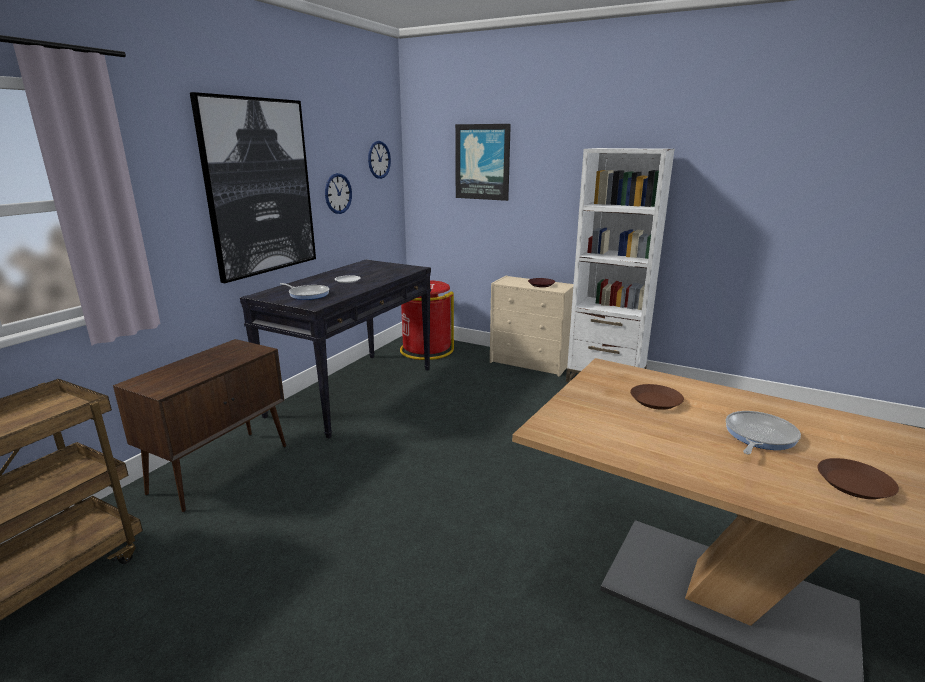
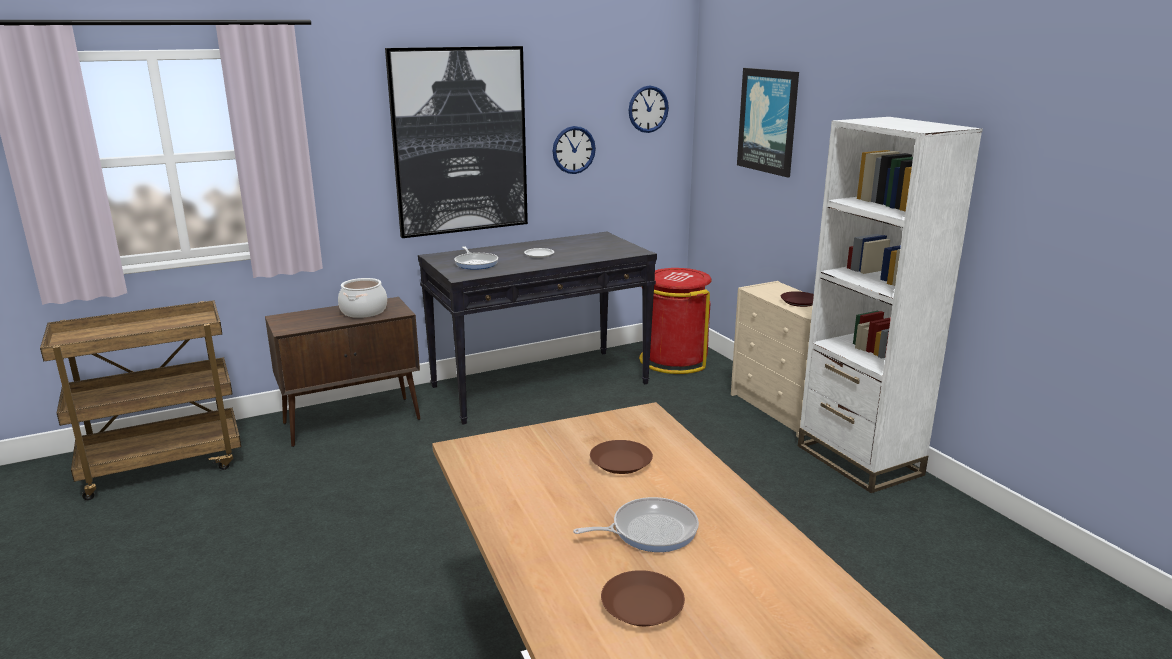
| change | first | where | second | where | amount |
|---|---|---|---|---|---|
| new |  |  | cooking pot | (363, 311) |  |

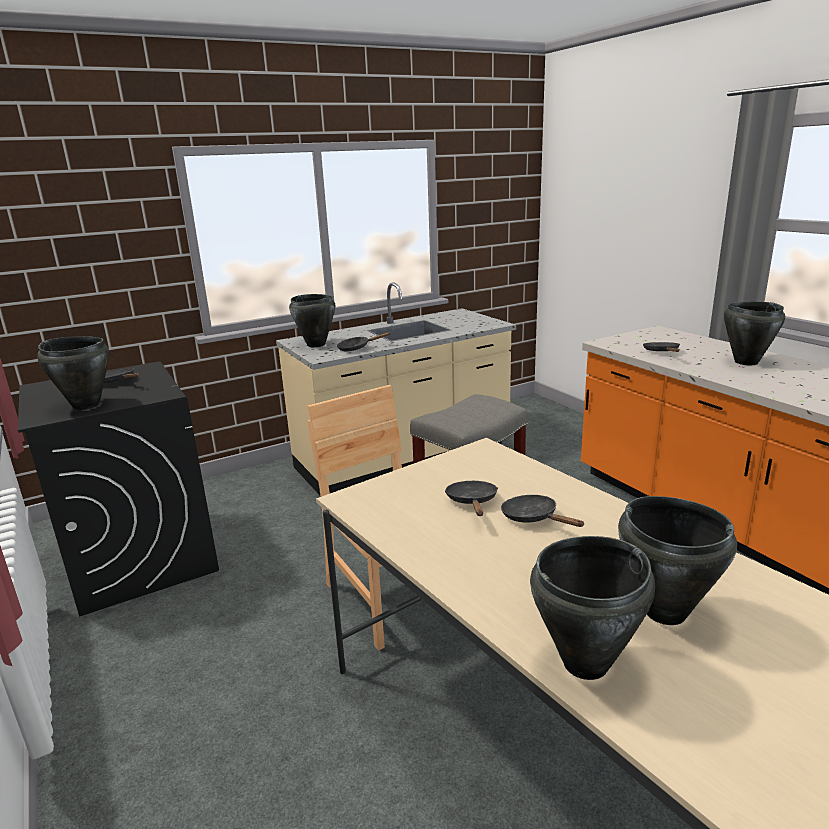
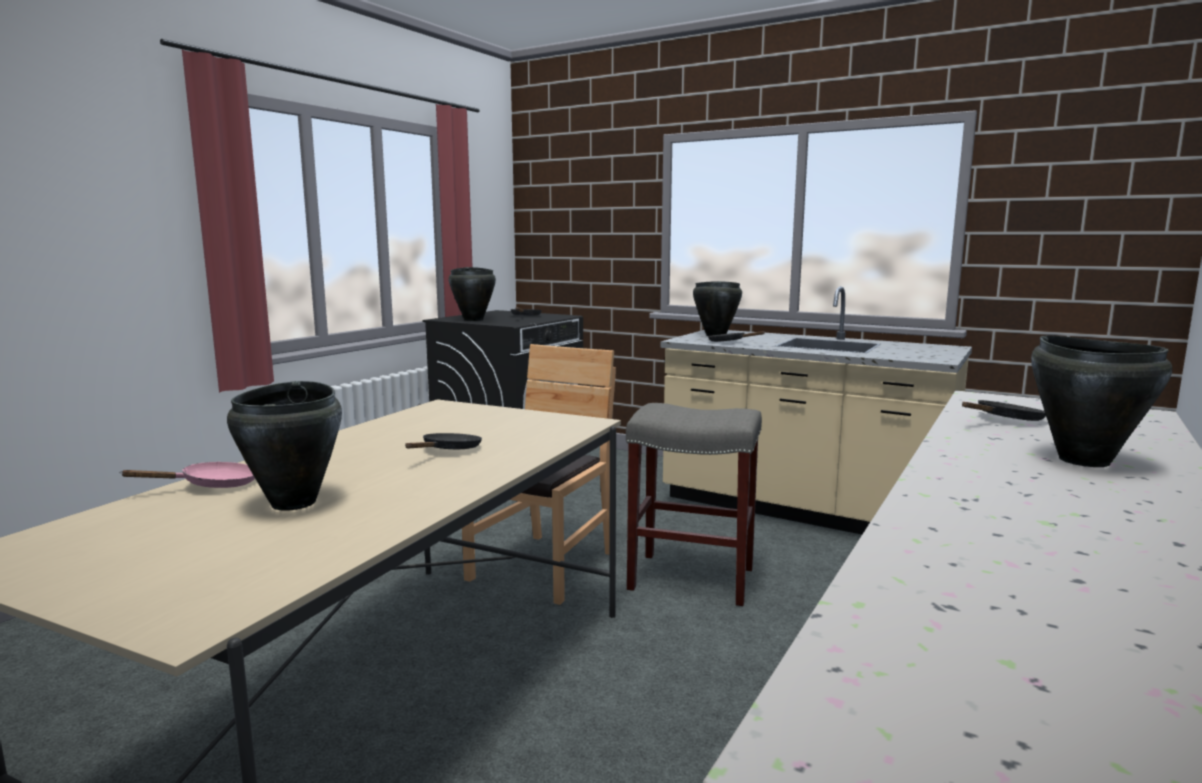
| change | first | where | second | where | amount |
|---|---|---|---|---|---|
| gone | black frying pan | (472, 502) |  |  |  |
| swapped | black cooking pot | (586, 664) | pink frying pan | (212, 485) |  |

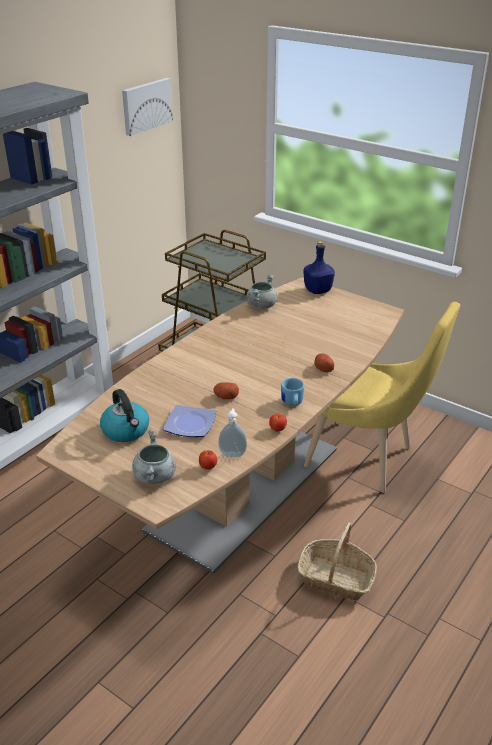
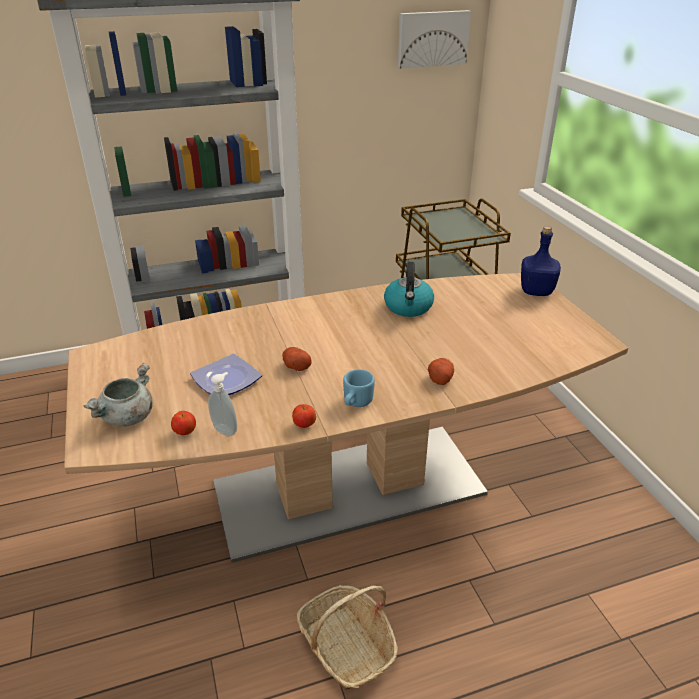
| change | first | where | second | where | amount |
|---|---|---|---|---|---|
| shifted | kettle | (126, 431) |  | (408, 307) |  |
| gone | grey cooking pot | (261, 305) |  |  |  |
| gone | yellow chair | (366, 459) |  |  |  |

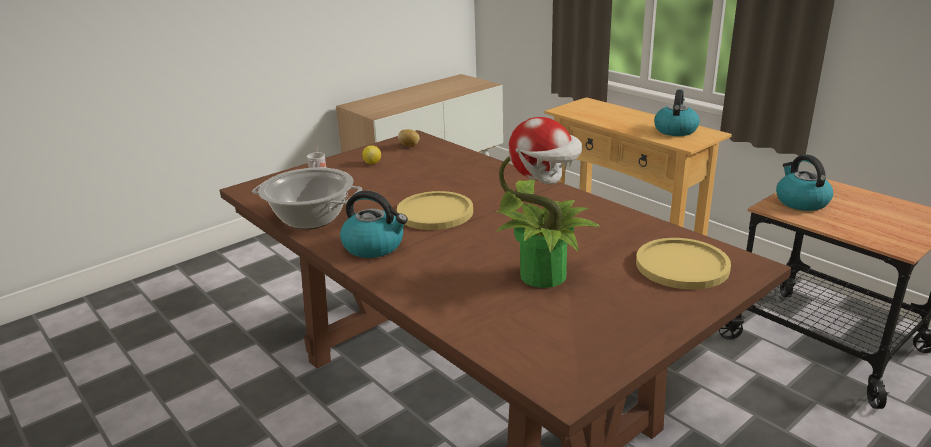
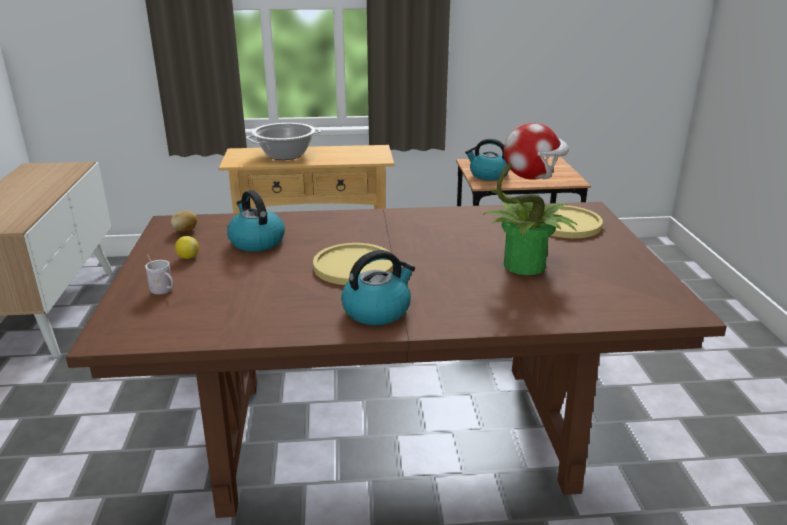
| change | first | where | second | where | amount |
|---|---|---|---|---|---|
| shifted | cooking pot | (311, 218) |  | (285, 155) |  |
| shifted | kettle | (675, 130) |  | (256, 242) |  |

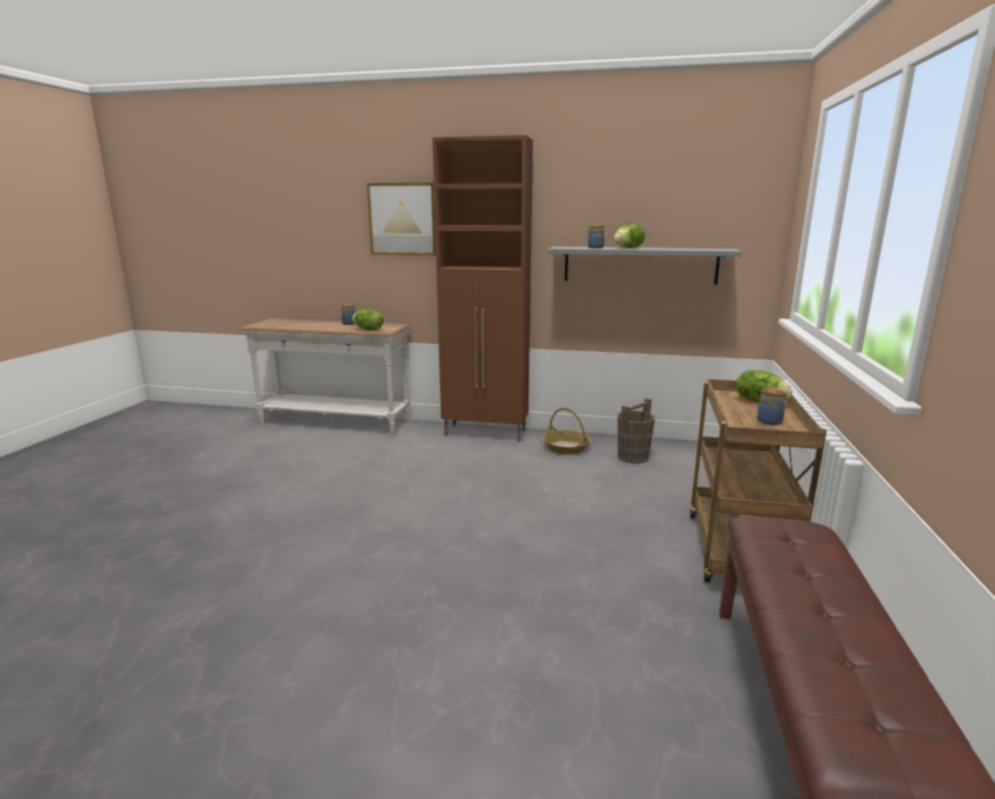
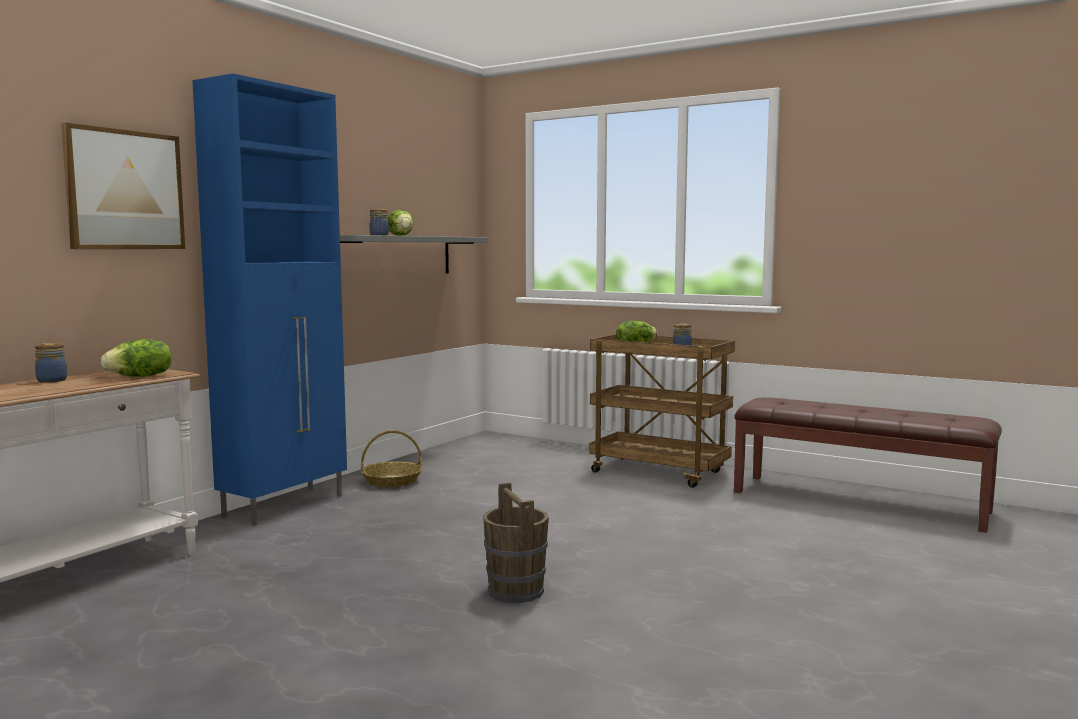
| change | first | where | second | where | amount |
|---|---|---|---|---|---|
| repainted | brown cabinet | (486, 433) | blue cabinet | (286, 505) |  |
| shifted | brown bucket | (633, 457) |  | (516, 591) |  |

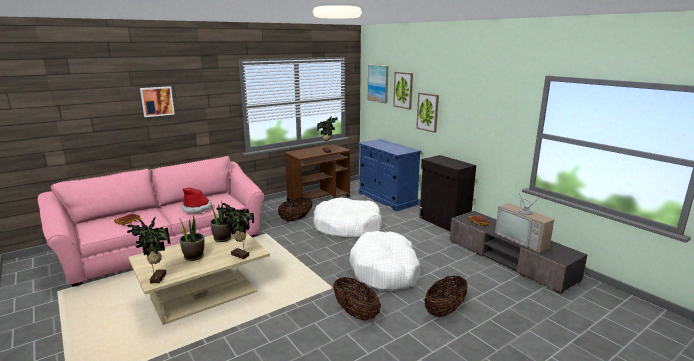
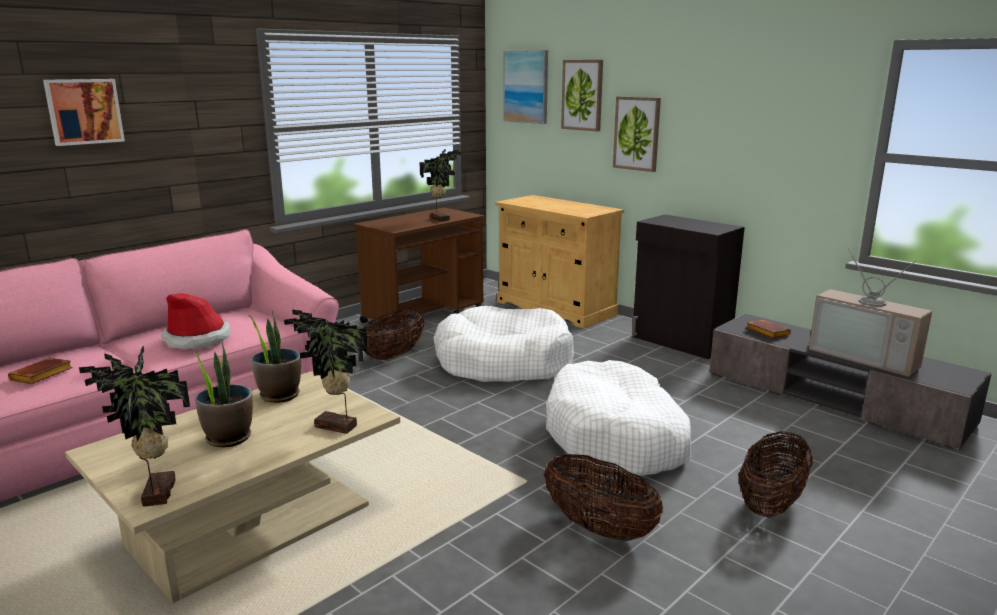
| change | first | where | second | where | amount |
|---|---|---|---|---|---|
| repainted | blue cabinet | (387, 199) | beige cabinet | (555, 308) |  |

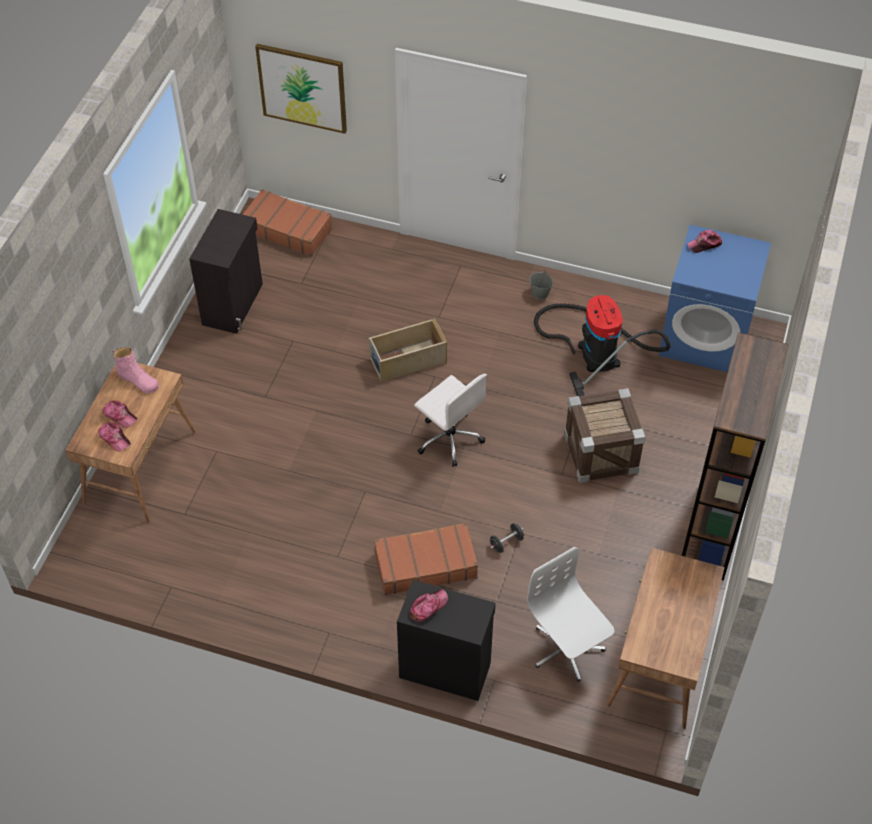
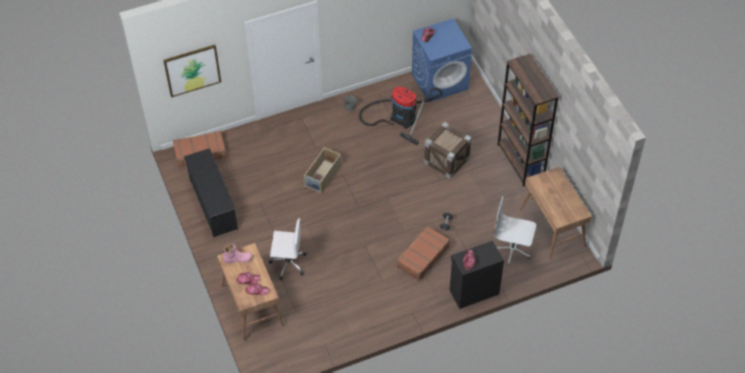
| change | first | where | second | where | amount |
|---|---|---|---|---|---|
| swapped | black cabinet | (234, 304) | black shoe rack | (213, 204) |  |
| shifted | white office chair | (449, 438) |  | (287, 263) |  |

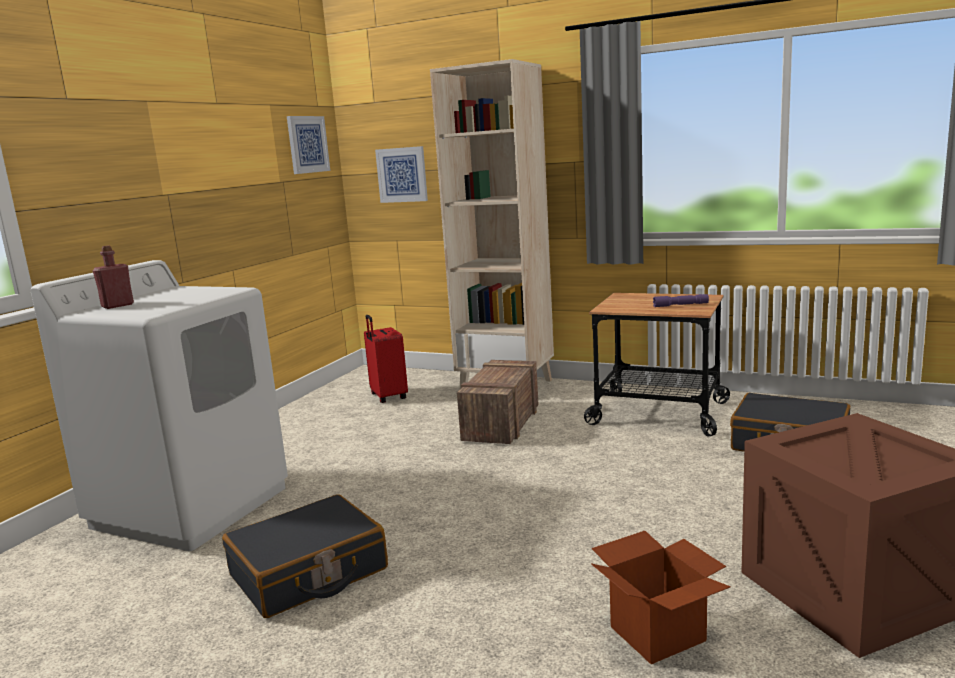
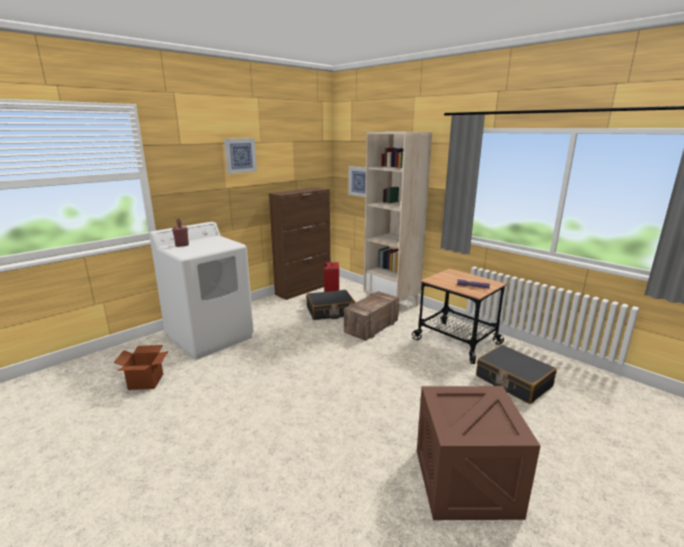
| change | first | where | second | where | amount |
|---|---|---|---|---|---|
| shifted | black suitcase | (308, 573) |  | (330, 311) |  |
| shifted | picture | (307, 144) |  | (240, 155) |  |
| shifted | cardboard box | (657, 634) |  | (145, 382) |  |
| new |  |  | brown cabinet | (304, 289) |  |

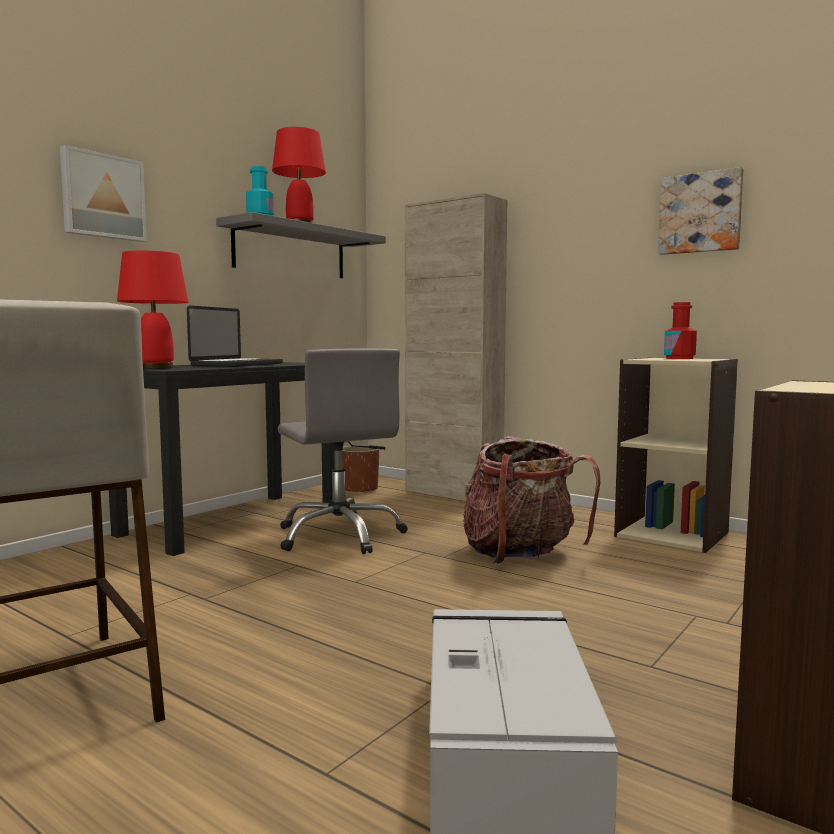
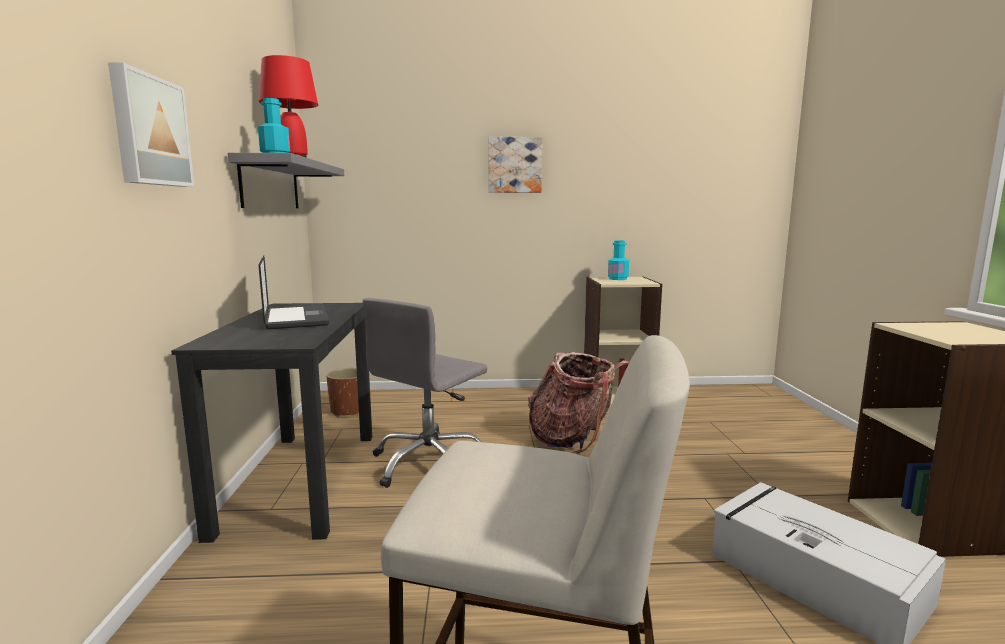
| change | first | where | second | where | amount |
|---|---|---|---|---|---|
| gone | red table lamp | (155, 368) |  |  |  |
| rotated | grey office chair | (340, 535) |  | (429, 463) | 105 degrees clockwise |
| gone | beige cabinet | (453, 494) |  |  |  |
| shifted | picture | (700, 213) |  | (514, 165) |  |
| repainted | red bottle | (679, 358) | turquoise bottle | (618, 279) |  |

